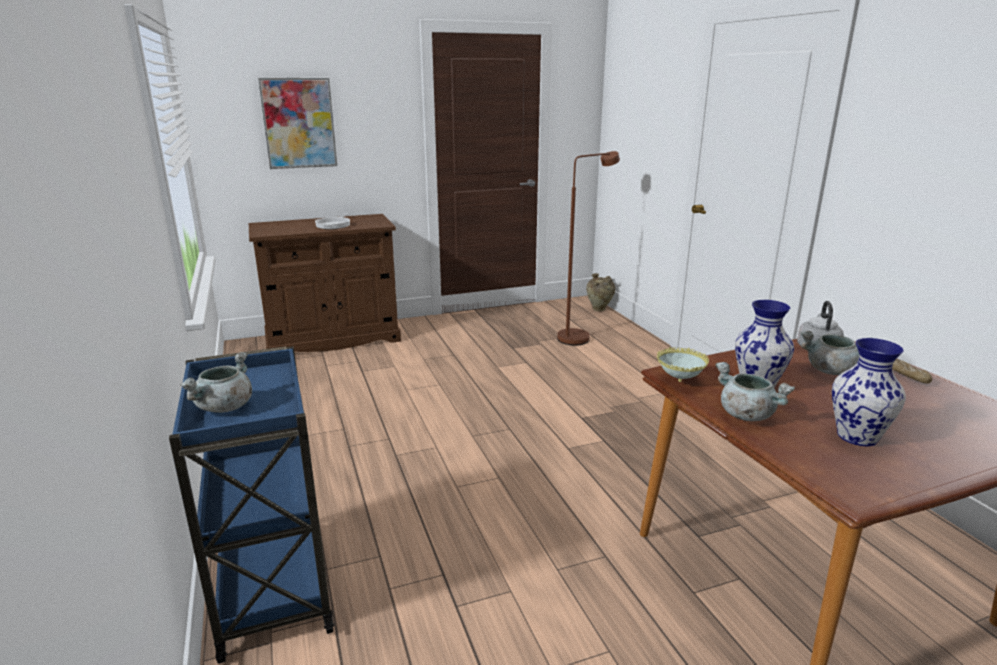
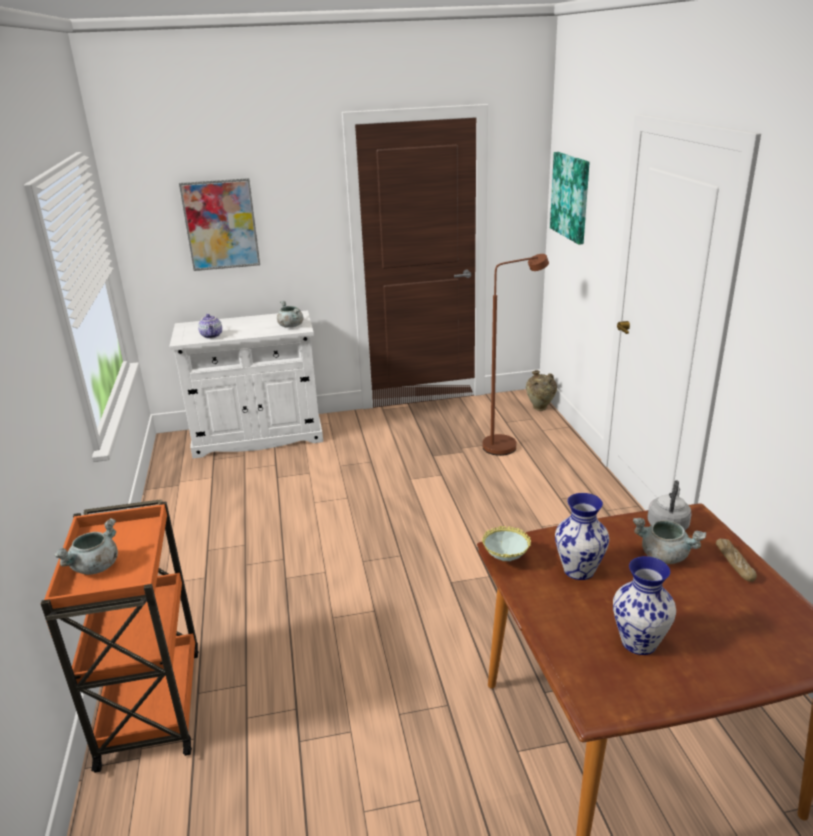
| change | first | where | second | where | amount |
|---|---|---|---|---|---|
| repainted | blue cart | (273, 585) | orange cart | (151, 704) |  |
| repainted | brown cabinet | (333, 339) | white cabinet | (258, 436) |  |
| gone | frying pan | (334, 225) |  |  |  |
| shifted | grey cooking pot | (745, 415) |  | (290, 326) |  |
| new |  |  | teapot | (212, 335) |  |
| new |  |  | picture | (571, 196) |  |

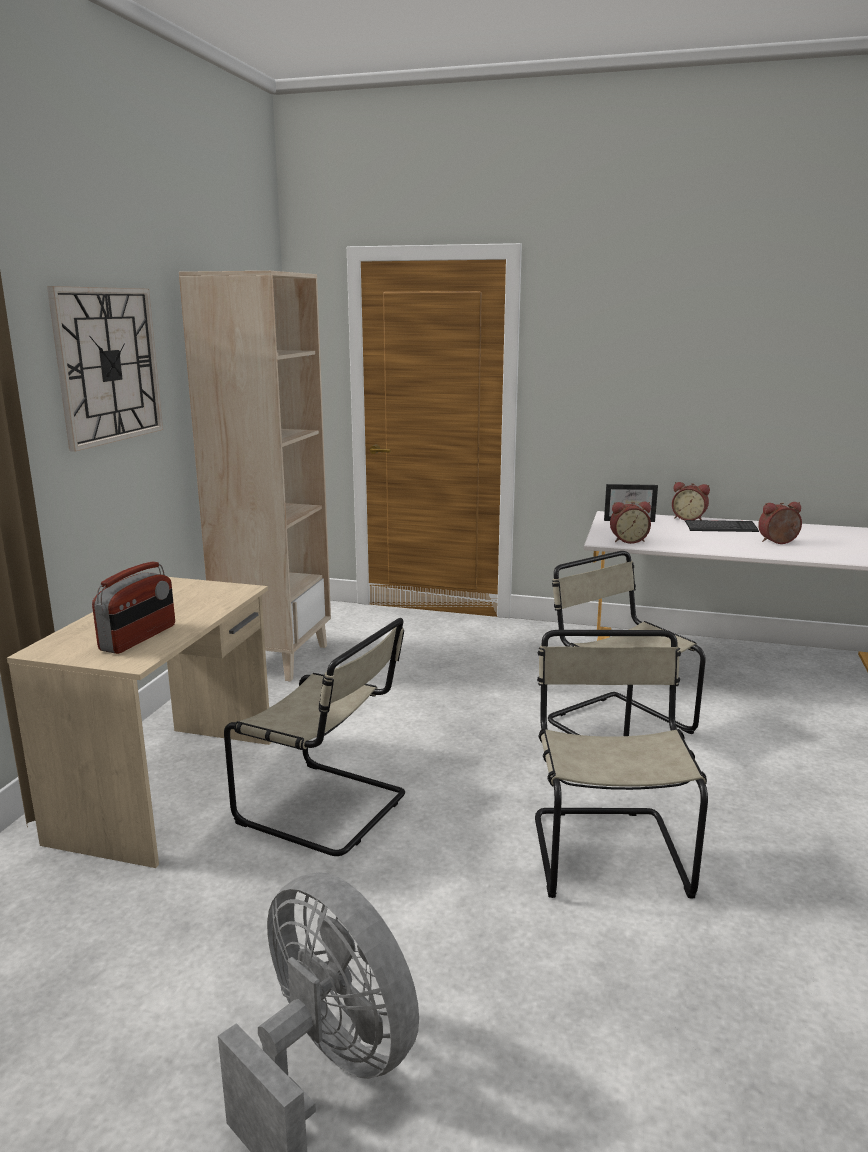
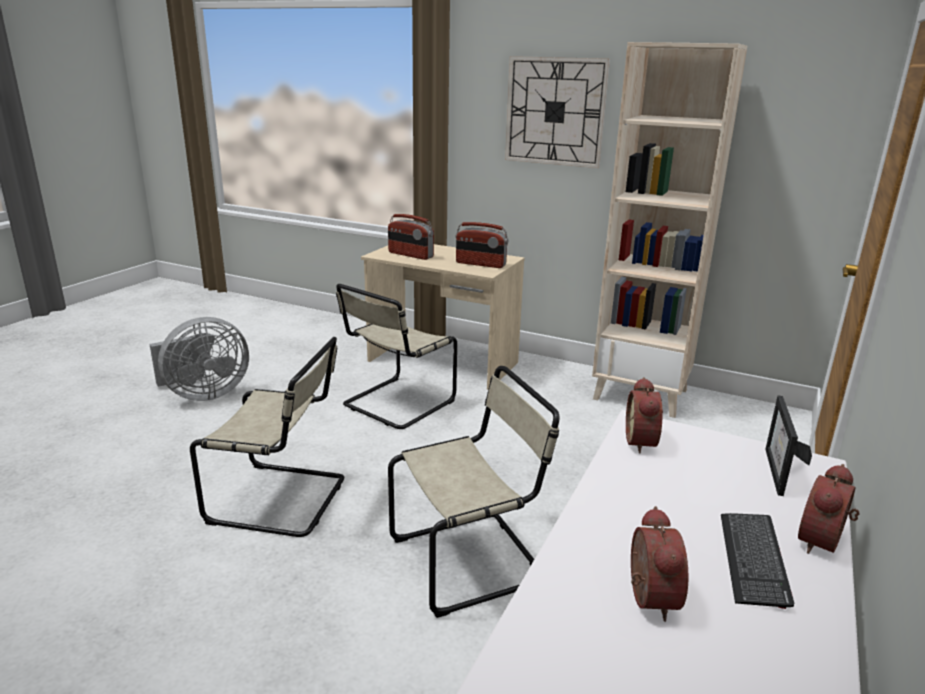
| change | first | where | second | where | amount |
|---|---|---|---|---|---|
| new |  |  | radio | (480, 264) |  |

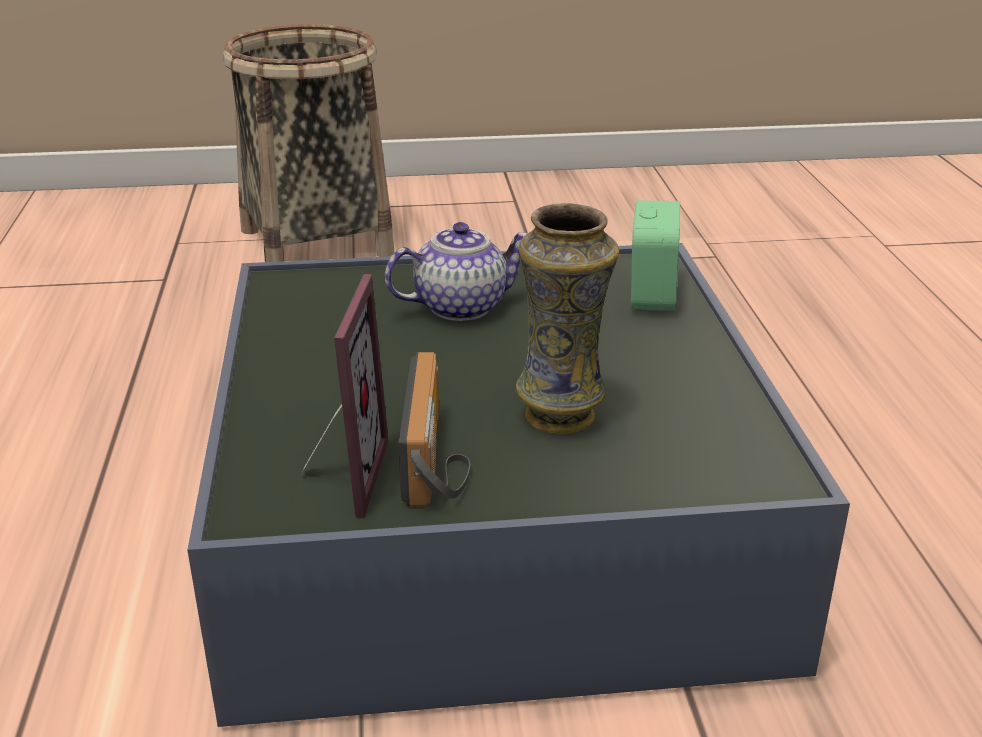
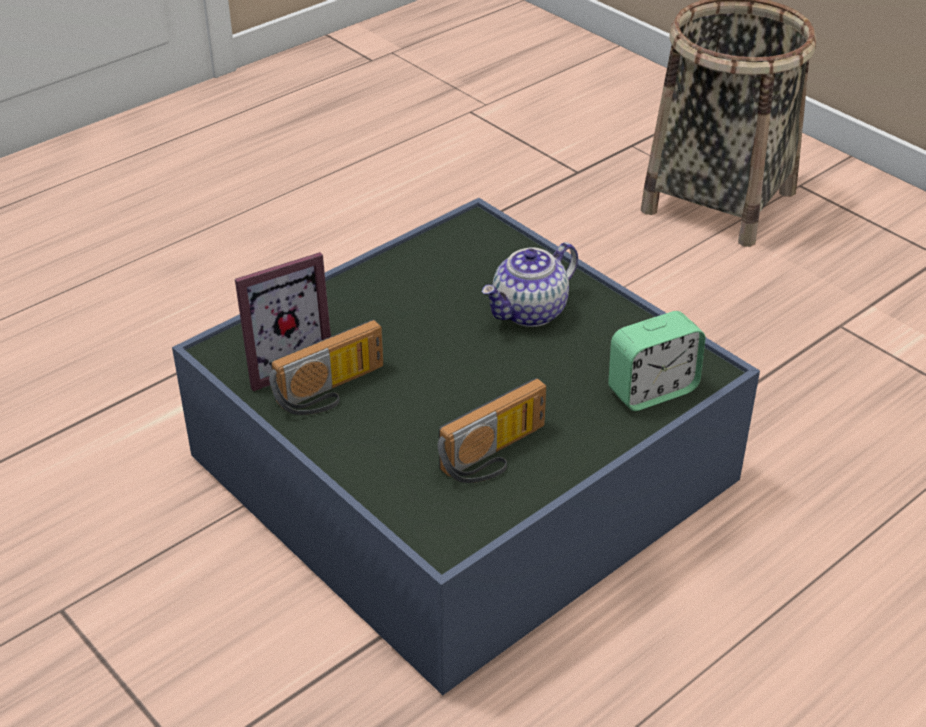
| change | first | where | second | where | amount |
|---|---|---|---|---|---|
| rotated | teapot | (461, 306) |  | (530, 312) | 105 degrees clockwise |
| gone | vase | (562, 417) |  |  |  |
| new |  |  | radio | (496, 455) |  |

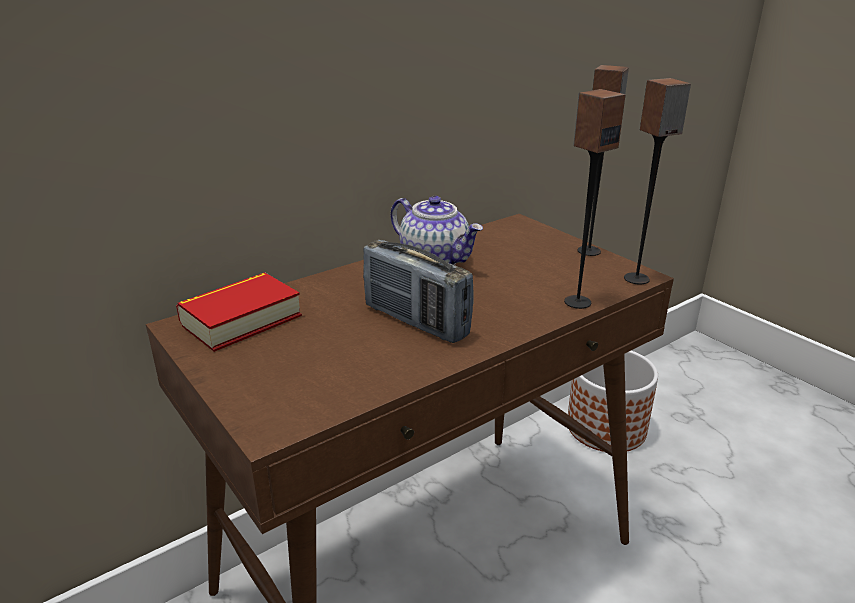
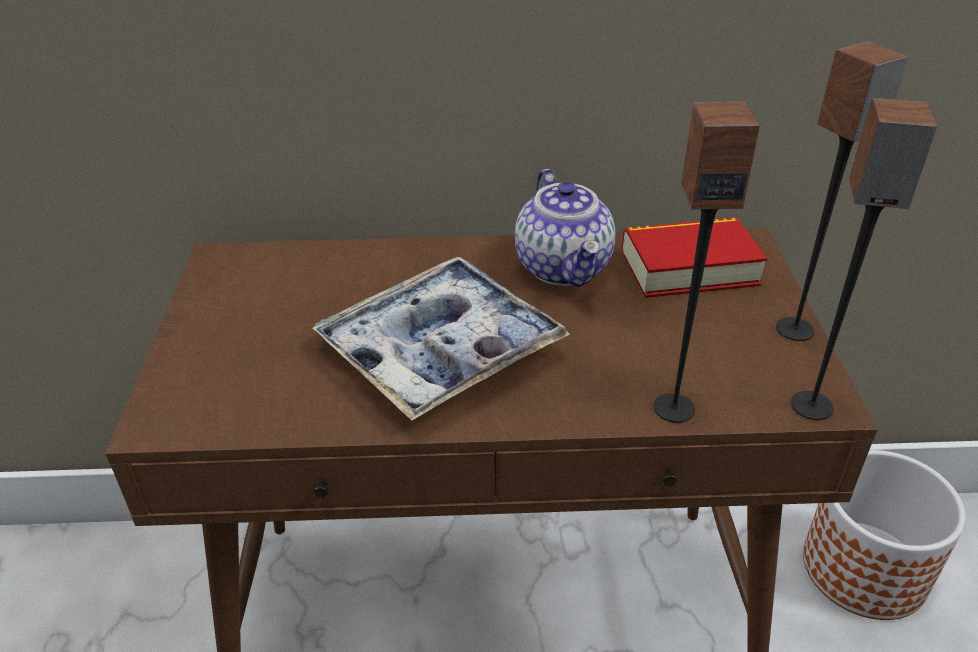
| change | first | where | second | where | amount |
|---|---|---|---|---|---|
| shifted | book | (241, 320) |  | (689, 268) |  |
| swapped | radio | (416, 321) | tray | (440, 350) |  |

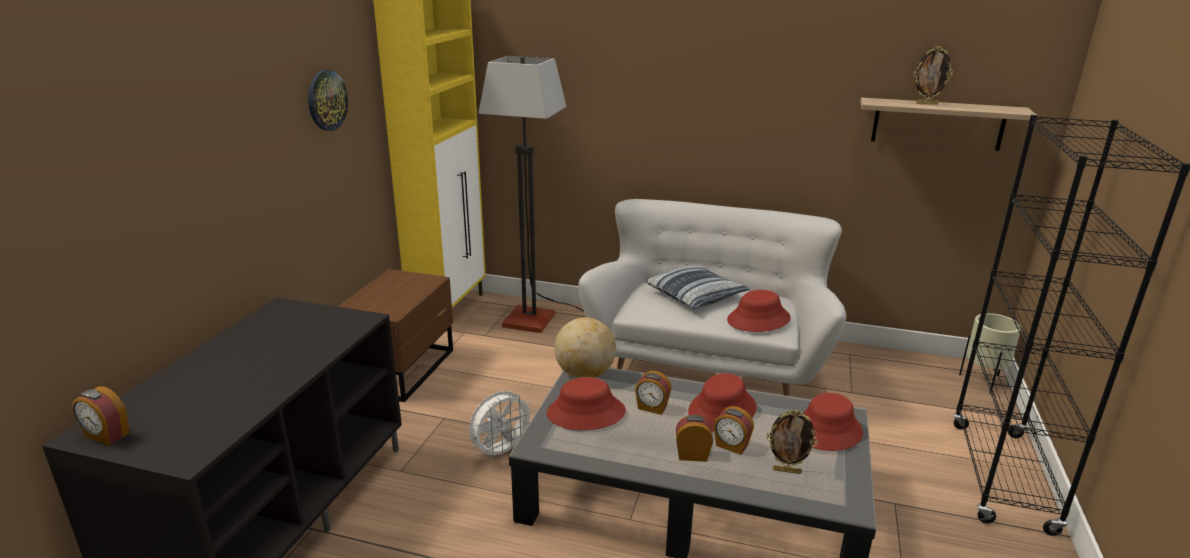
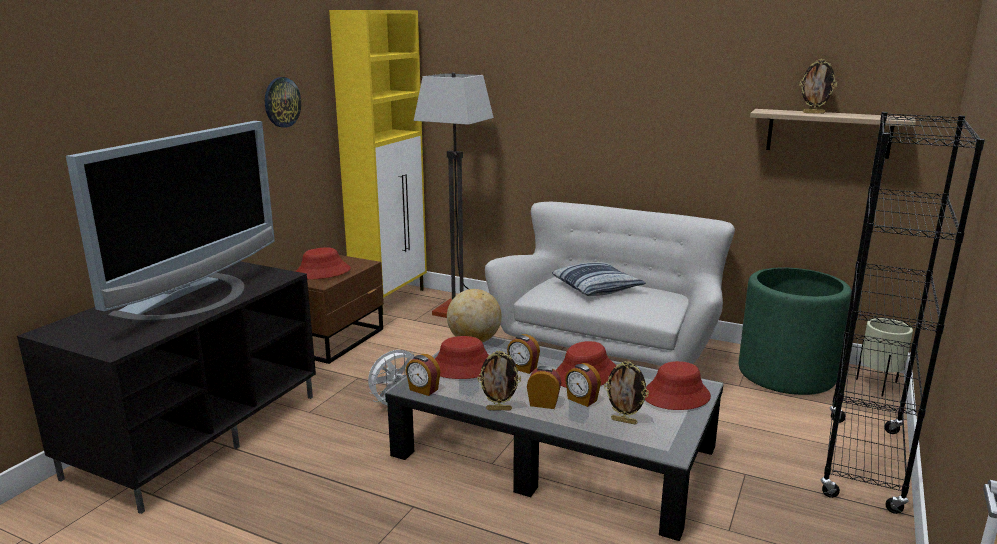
| change | first | where | second | where | amount |
|---|---|---|---|---|---|
| shifted | alarm clock | (106, 436) |  | (423, 390) |  |
| shifted | red hat | (758, 320) |  | (322, 272) |  |
| new |  |  | television | (191, 298) |  |
| new |  |  | picture frame | (499, 409) |  |
| new |  |  | green planter | (786, 373) |  |

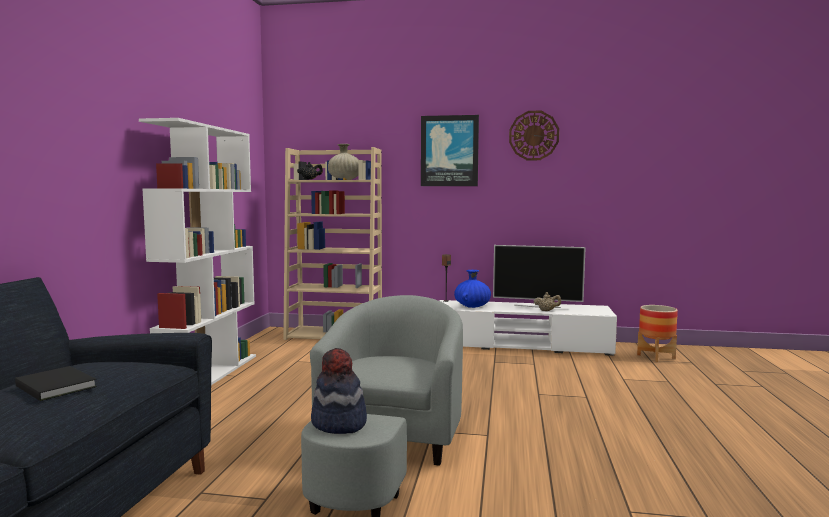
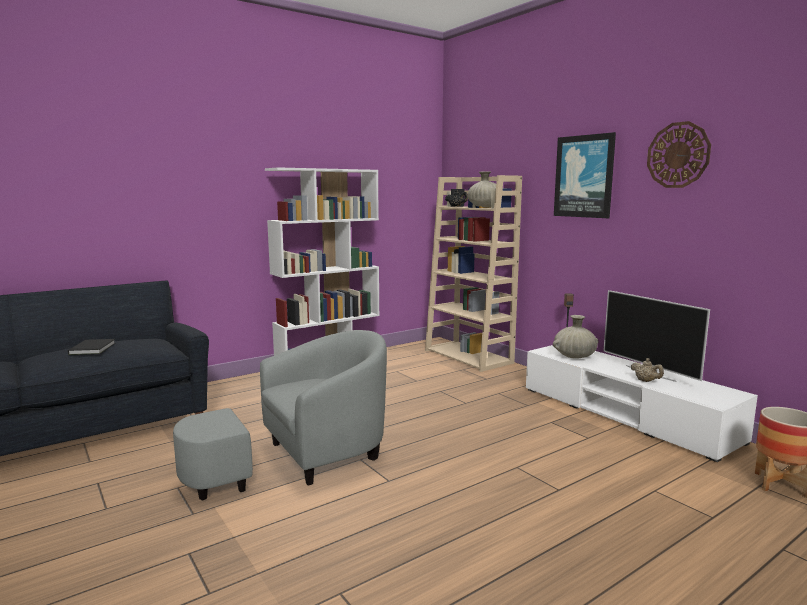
| change | first | where | second | where | amount |
|---|---|---|---|---|---|
| gone | hat | (338, 423) |  |  |  |
| repainted | blue vase | (472, 306) | beige vase | (574, 356) |  |

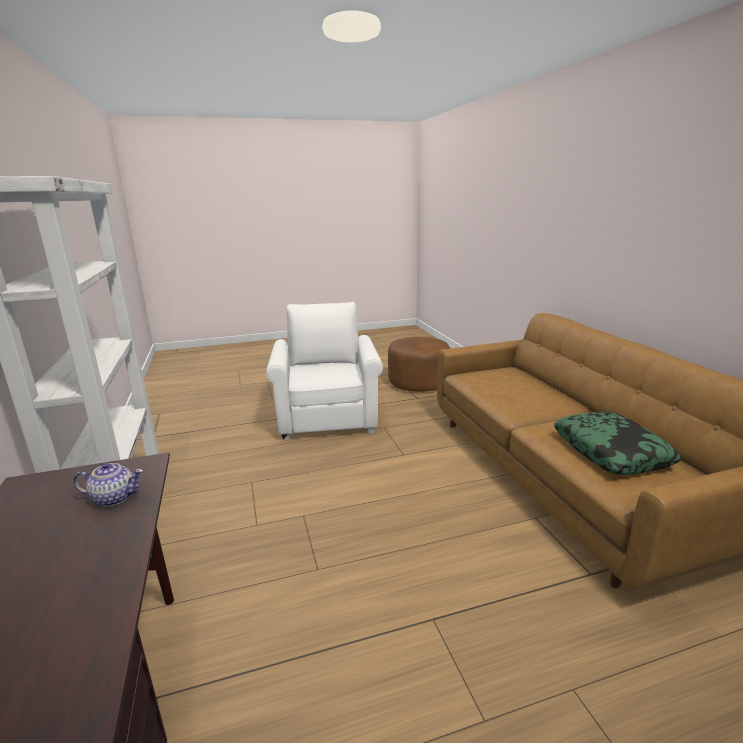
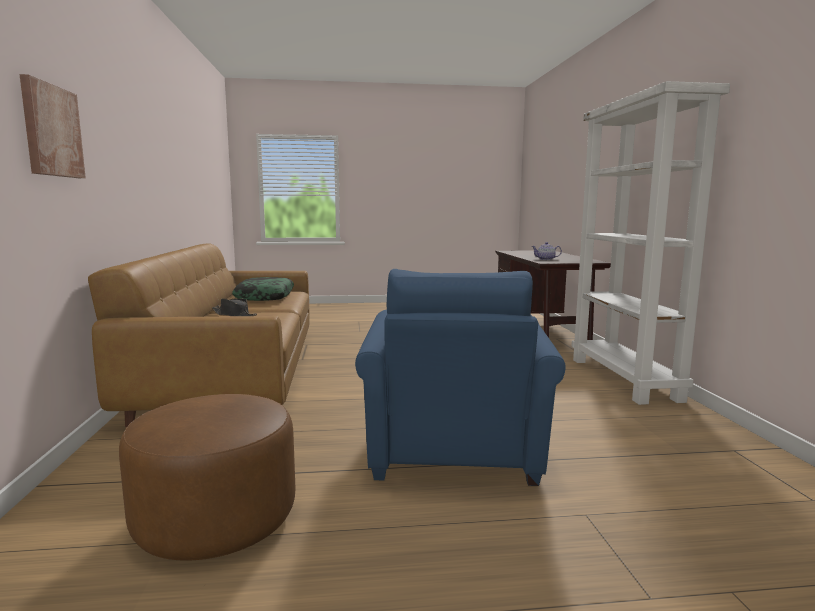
| change | first | where | second | where | amount |
|---|---|---|---|---|---|
| repainted | white armchair | (328, 416) | blue armchair | (452, 454) |  |
| new |  |  | picture | (51, 131) |  |
| new |  |  | black hat | (234, 315) |  |

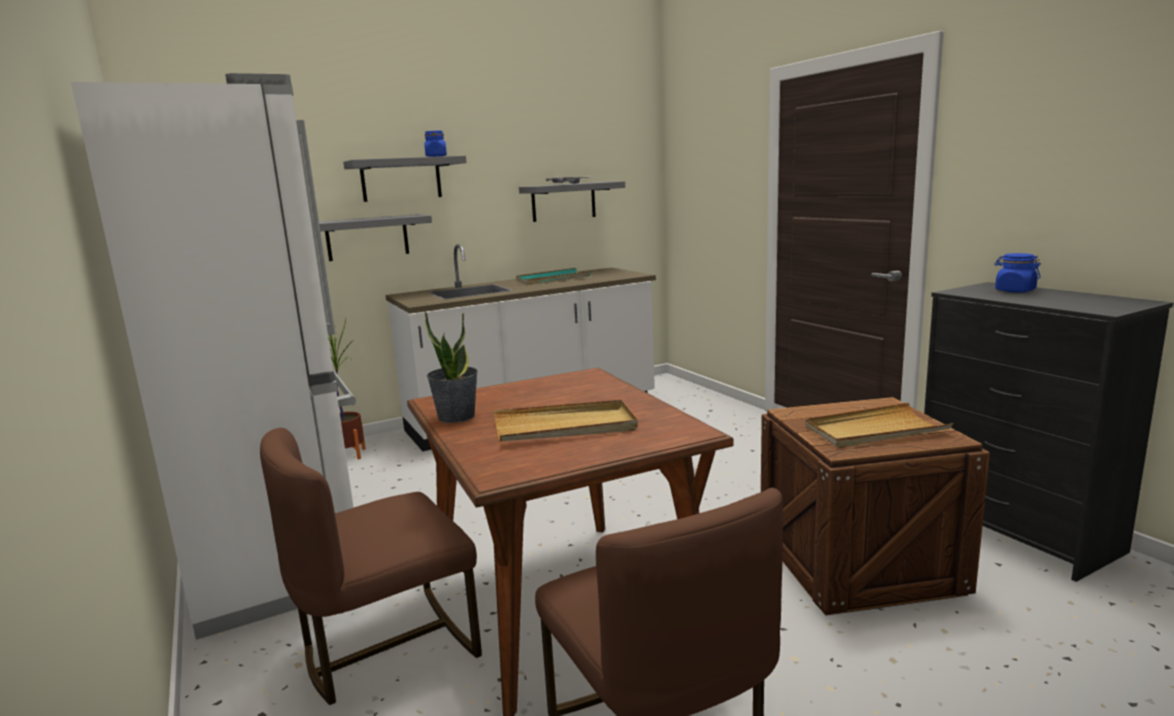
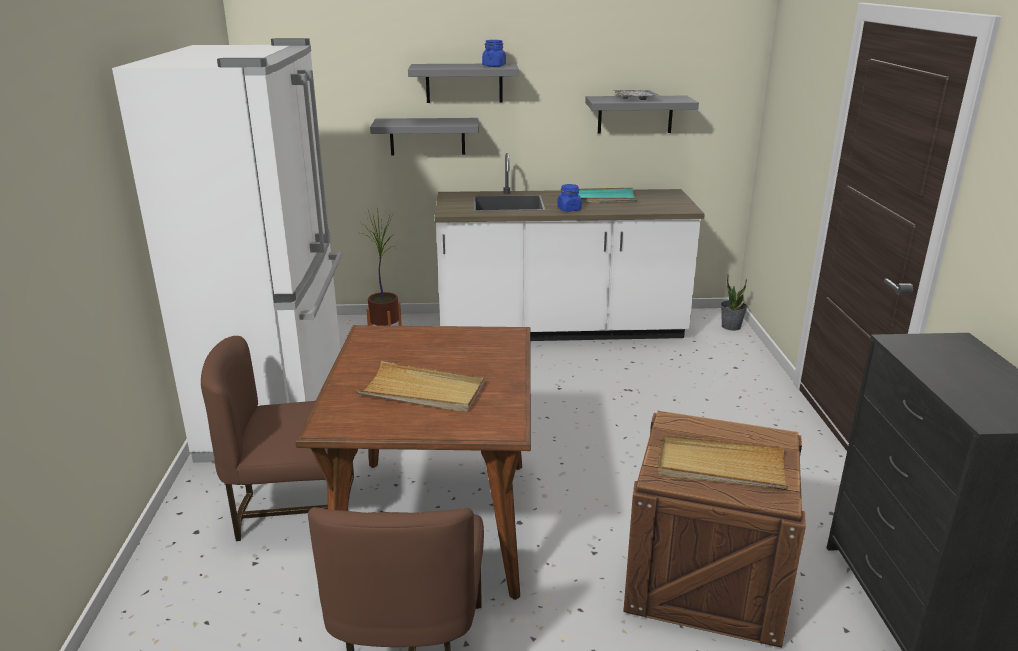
| change | first | where | second | where | amount |
|---|---|---|---|---|---|
| shifted | potted plant | (456, 416) |  | (731, 326) |  |
| shifted | blue jar | (1014, 291) |  | (569, 209) |  |

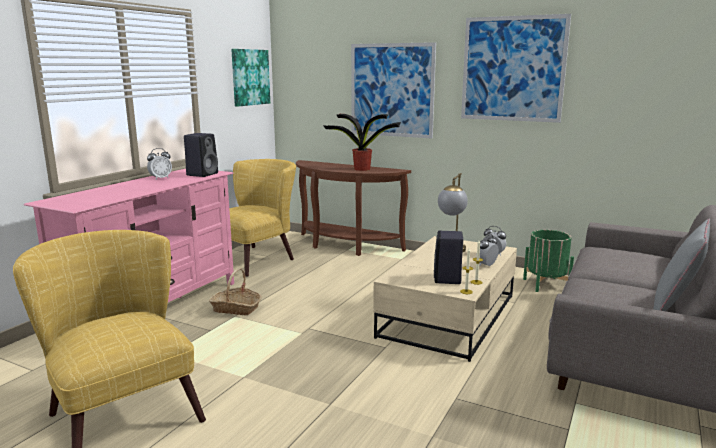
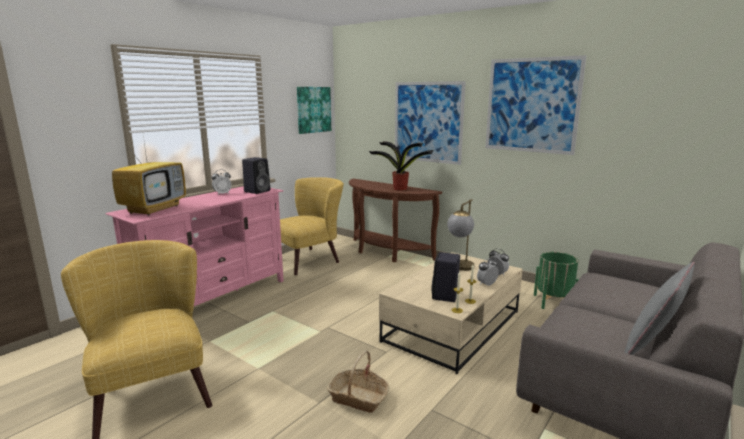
| change | first | where | second | where | amount |
|---|---|---|---|---|---|
| shifted | basket | (236, 308) |  | (358, 398) |  |
| new |  |  | television | (154, 209) |  |

